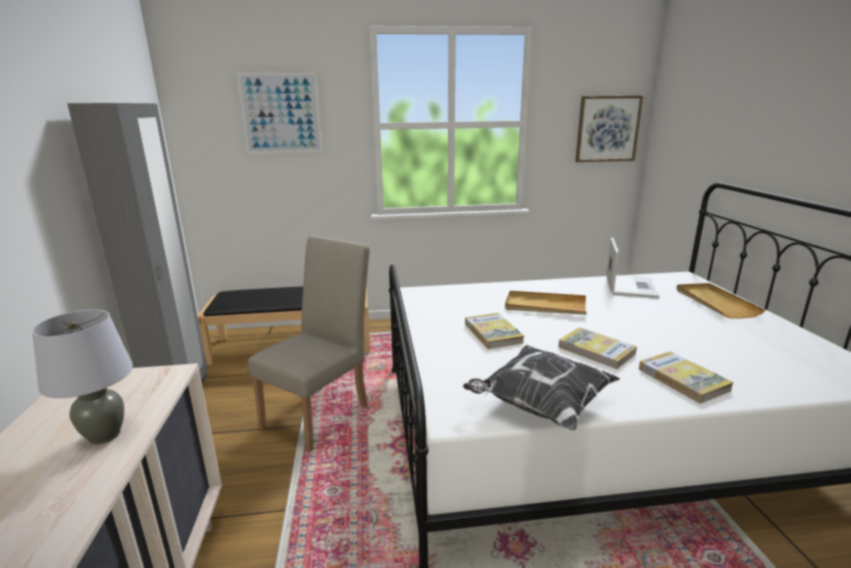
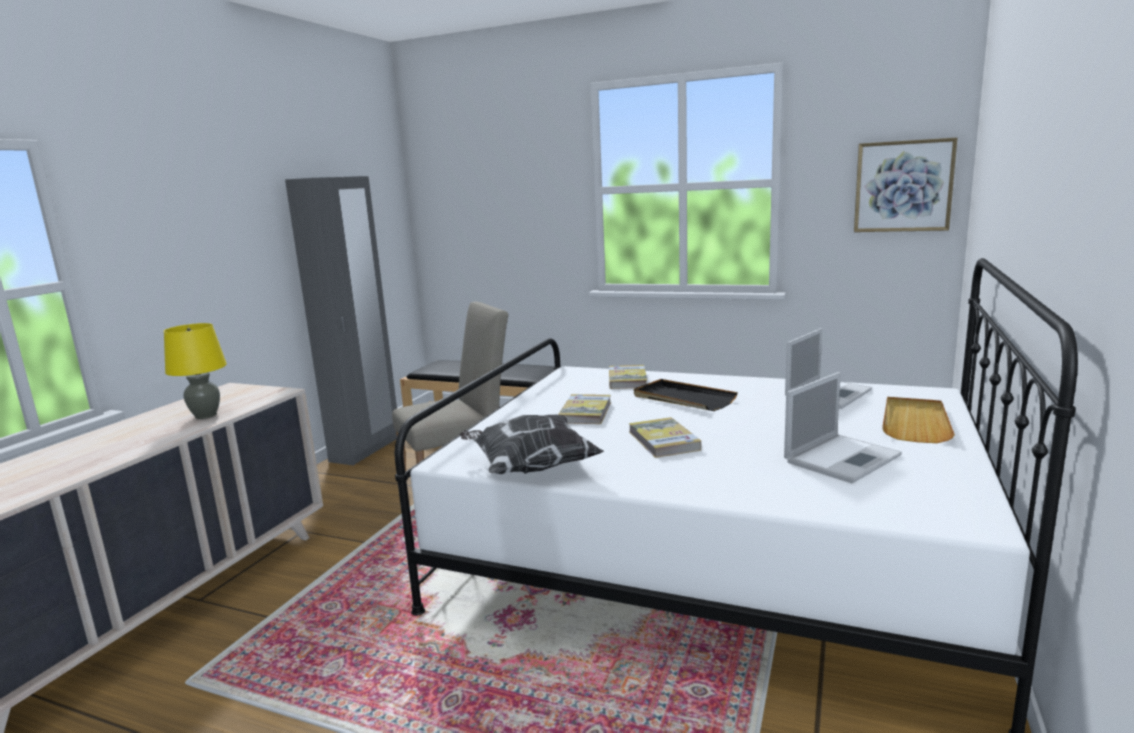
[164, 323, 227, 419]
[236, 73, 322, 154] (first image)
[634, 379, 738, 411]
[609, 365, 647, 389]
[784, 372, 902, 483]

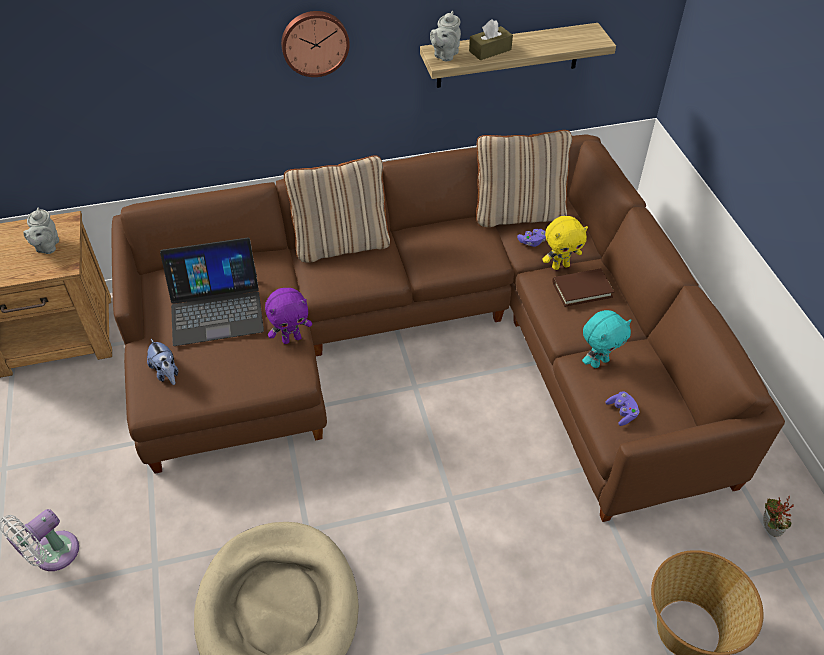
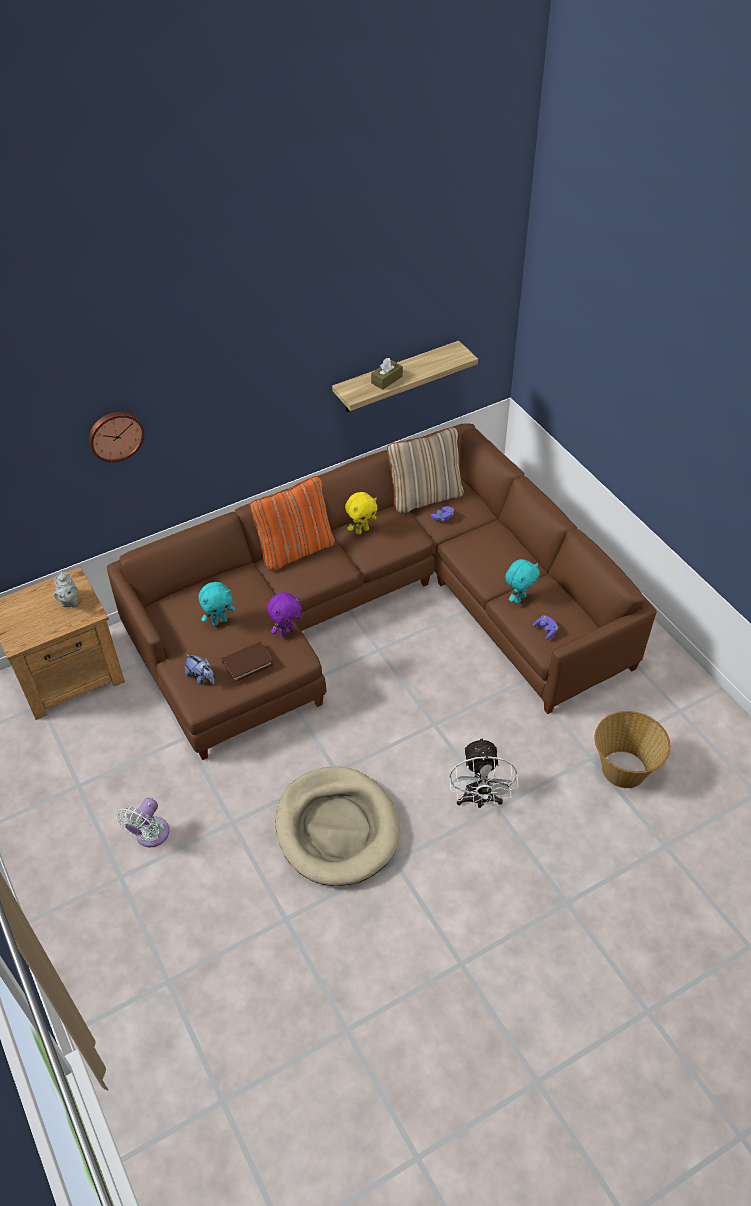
[198, 582, 235, 626]
[88, 412, 145, 463]
[250, 476, 335, 571]
[430, 11, 461, 61] (first image)
[345, 492, 378, 535]
[221, 642, 274, 682]
[763, 496, 794, 537] (first image)
[449, 737, 518, 808]

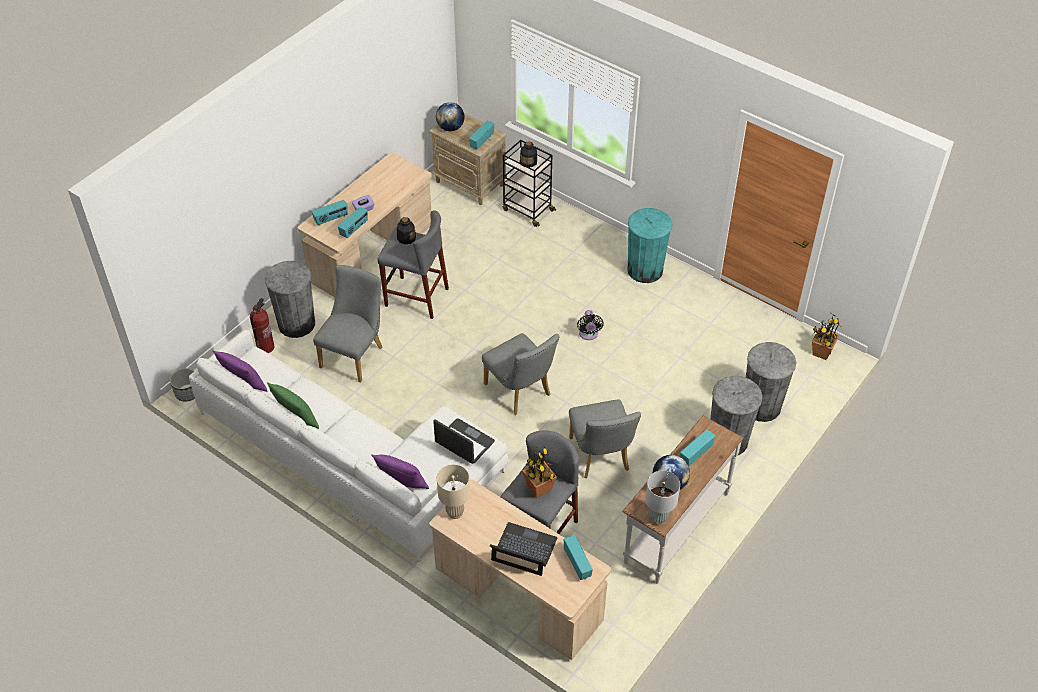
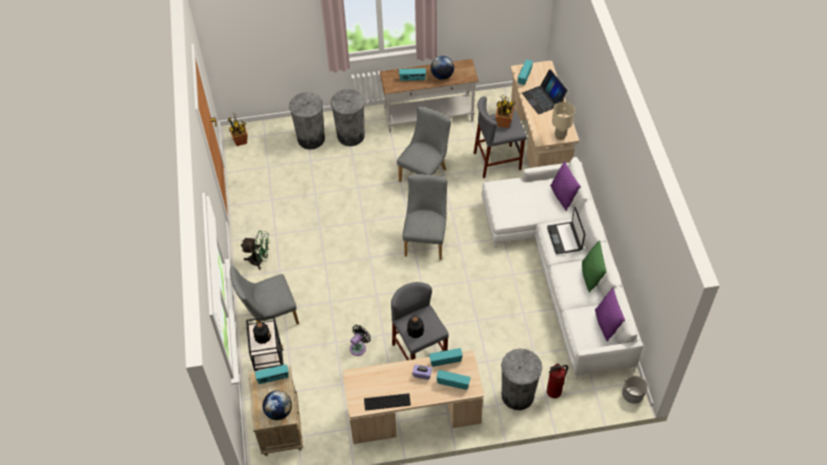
[230, 266, 299, 324]
[547, 207, 585, 254]
[350, 325, 371, 356]
[241, 231, 270, 270]
[645, 470, 680, 525] (first image)
[364, 393, 411, 411]

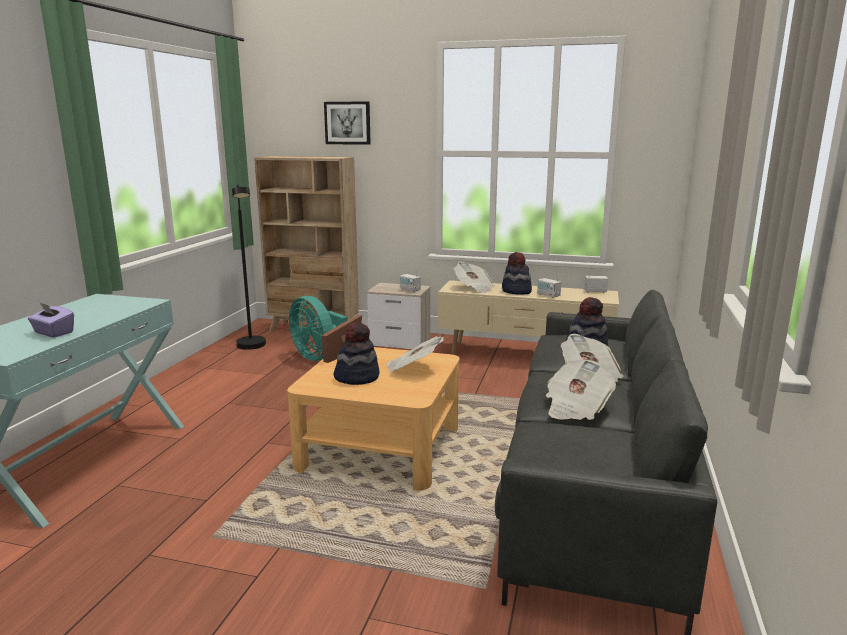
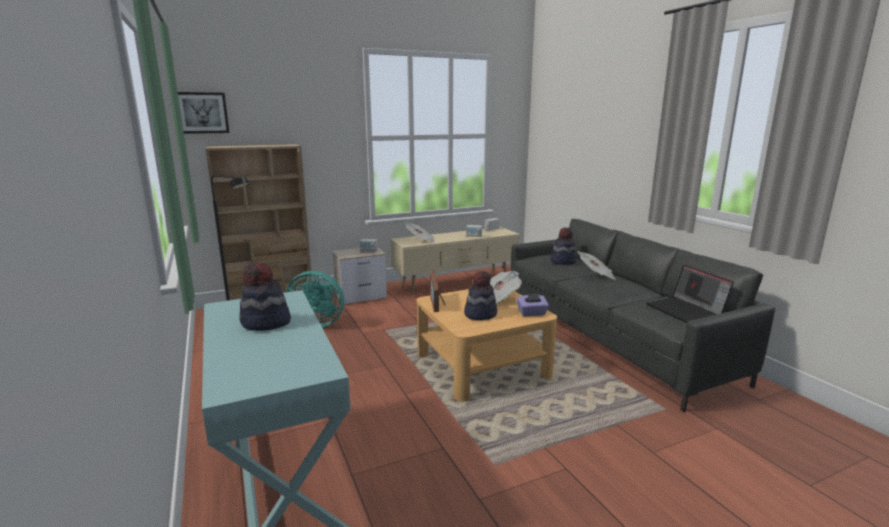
[517, 294, 549, 316]
[178, 92, 229, 134]
[240, 263, 291, 331]
[546, 360, 616, 420] (first image)
[646, 265, 734, 323]

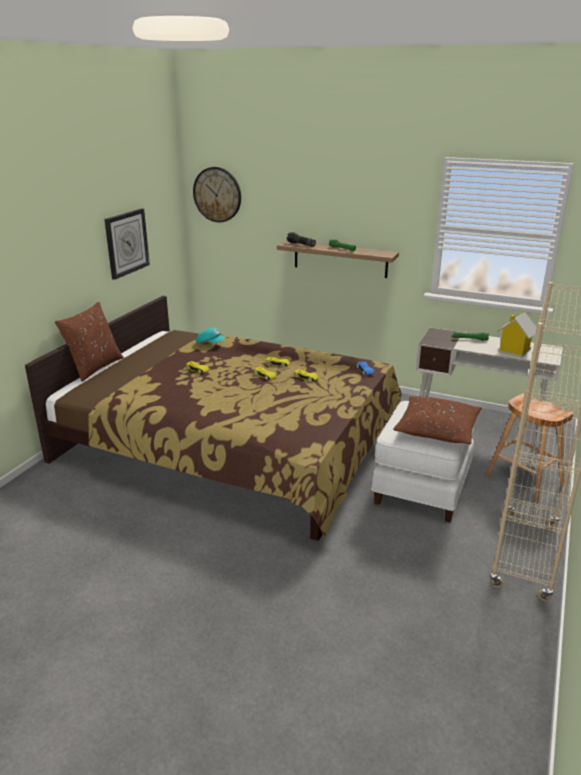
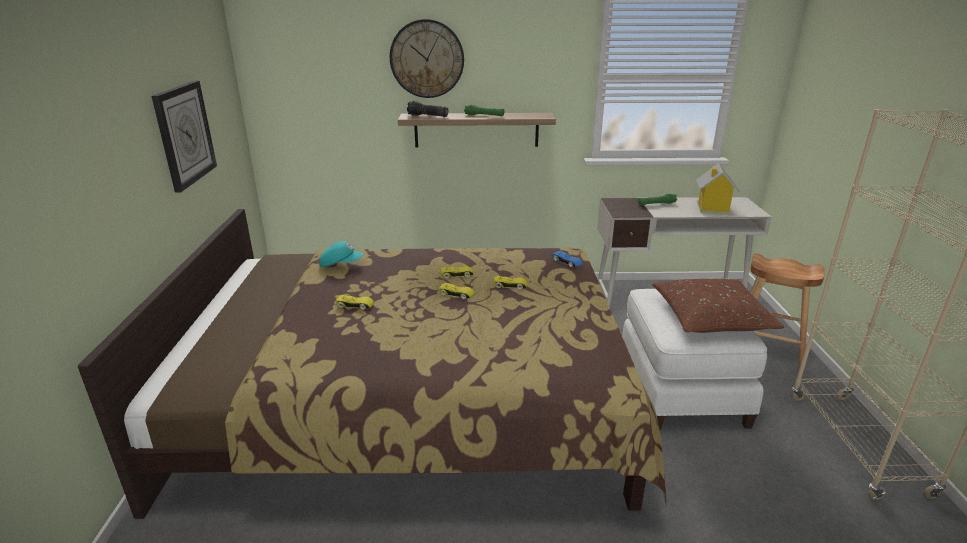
[55, 302, 124, 382] (first image)
[390, 19, 464, 98]

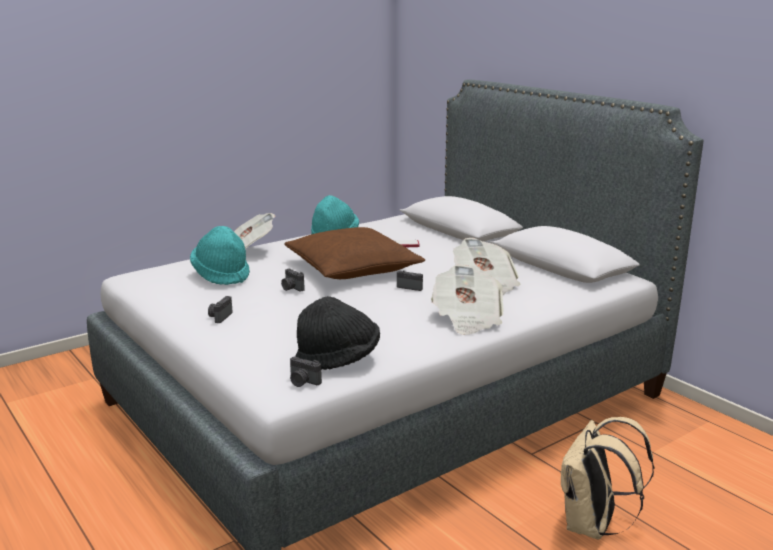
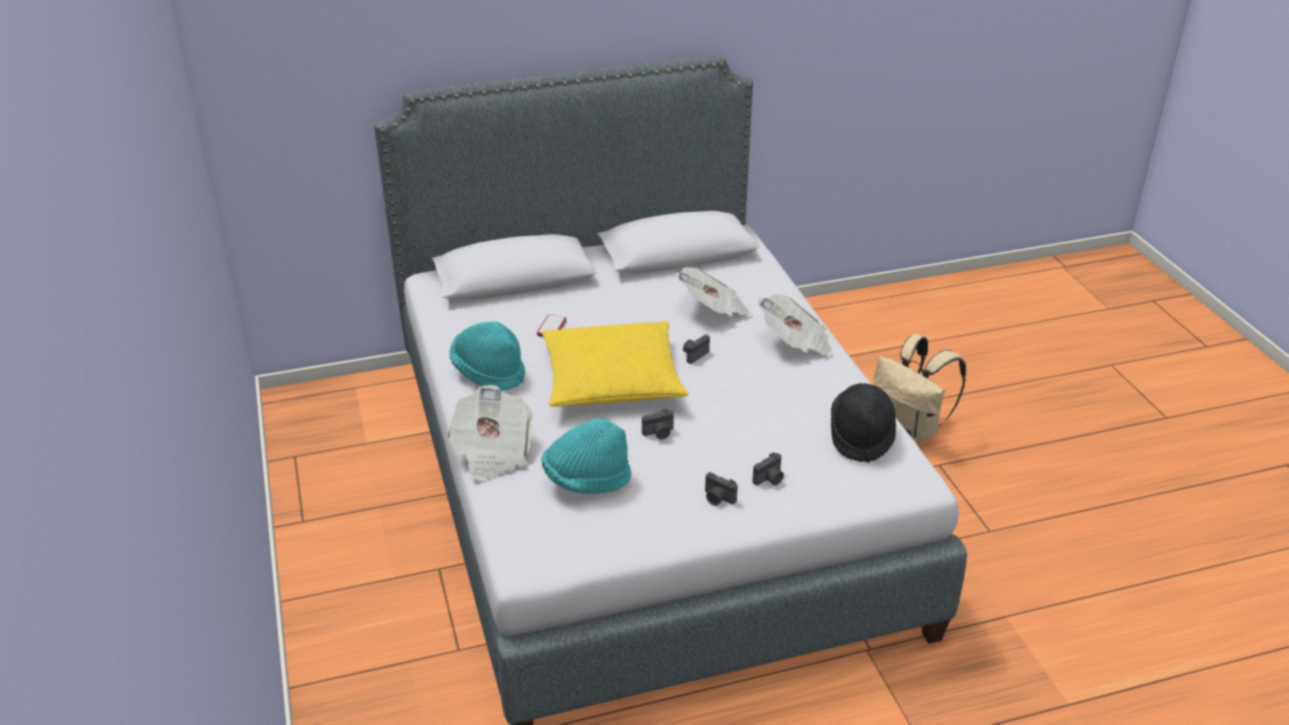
[542, 321, 689, 407]
[753, 452, 784, 485]

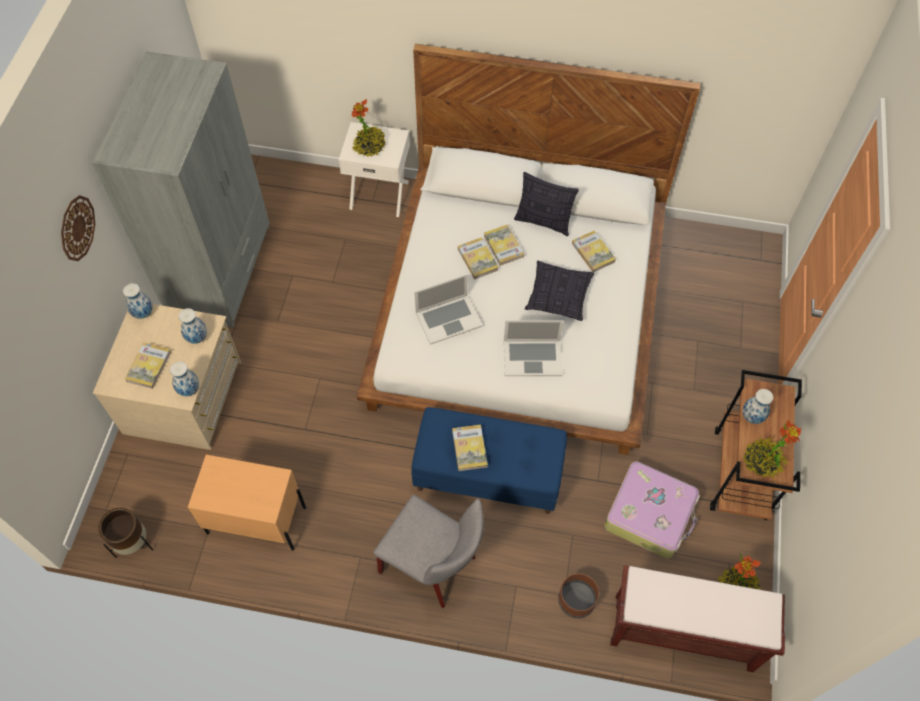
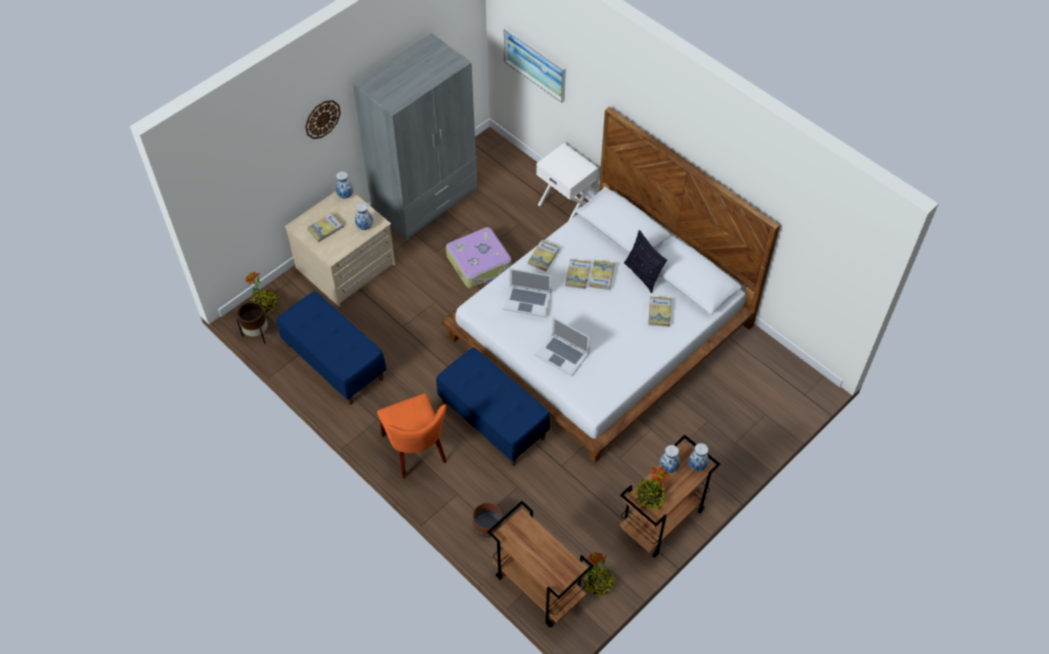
[688, 443, 709, 471]
[276, 291, 386, 405]
[245, 272, 278, 313]
[377, 393, 447, 479]
[528, 240, 560, 271]
[525, 261, 594, 321] (first image)
[446, 227, 511, 288]
[487, 501, 593, 627]
[504, 27, 566, 102]

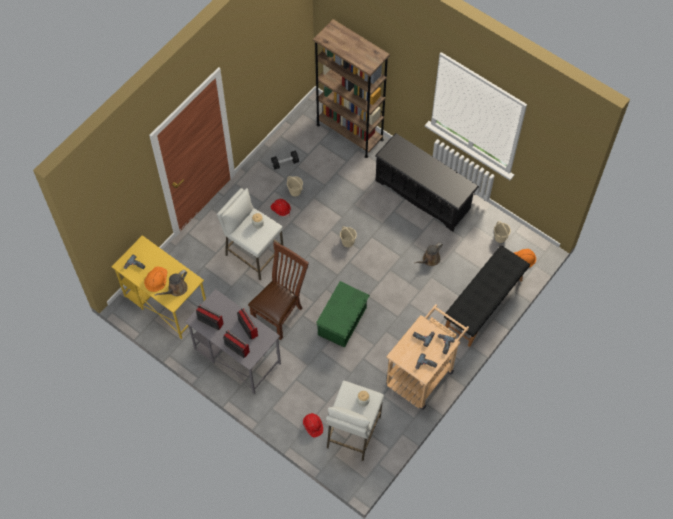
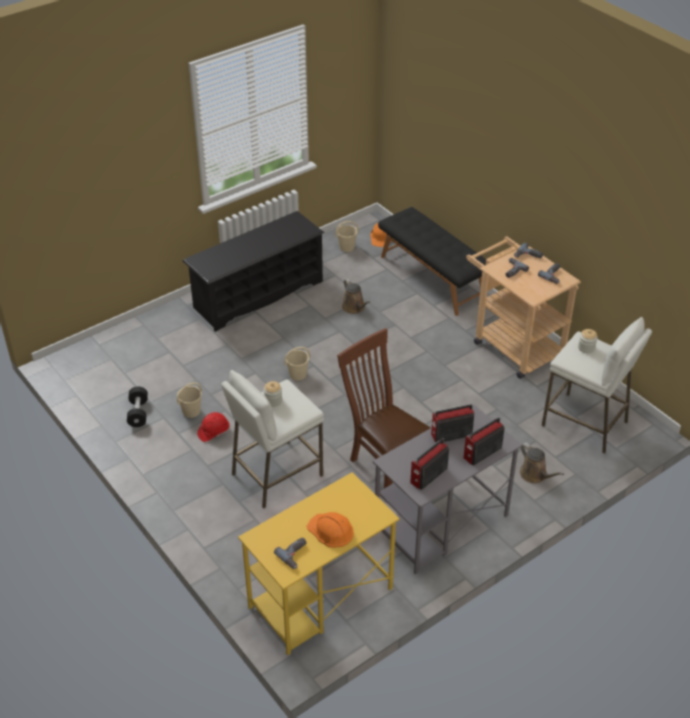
[520, 442, 564, 483]
[303, 413, 323, 437] (first image)
[313, 19, 390, 158] (first image)
[316, 281, 370, 348] (first image)

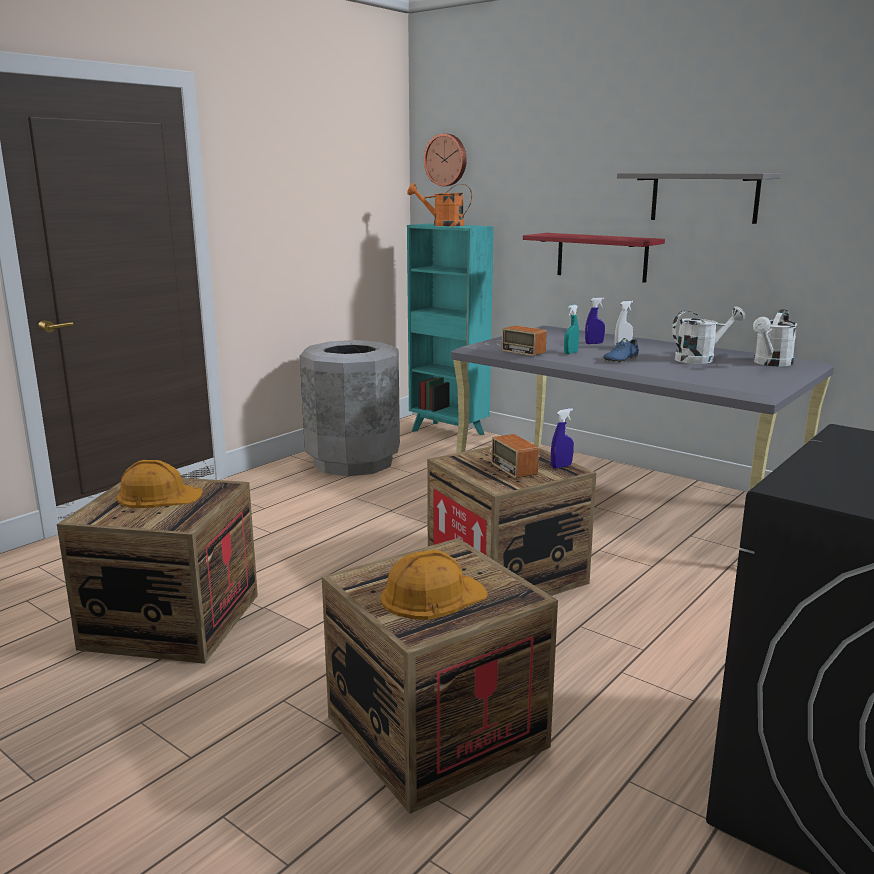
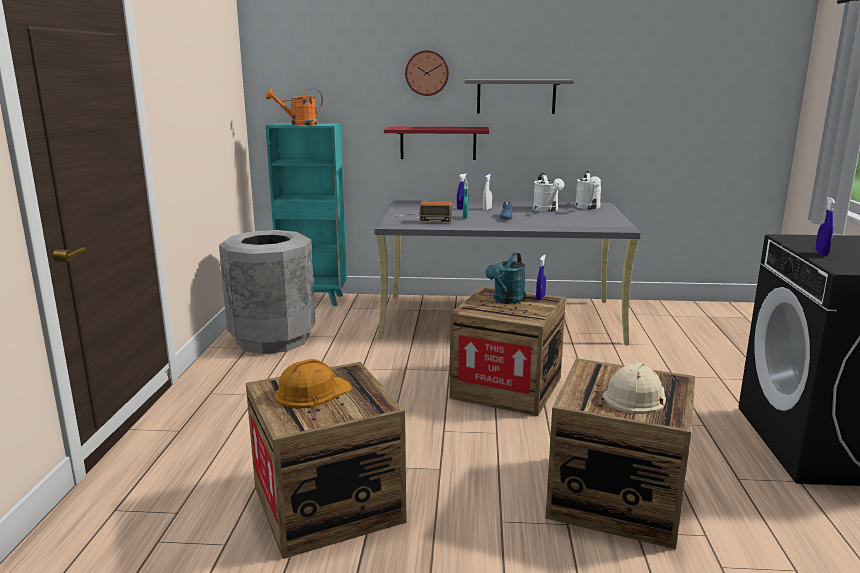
[603, 362, 666, 414]
[405, 50, 449, 96]
[485, 252, 526, 304]
[533, 173, 564, 212]
[815, 197, 835, 256]

